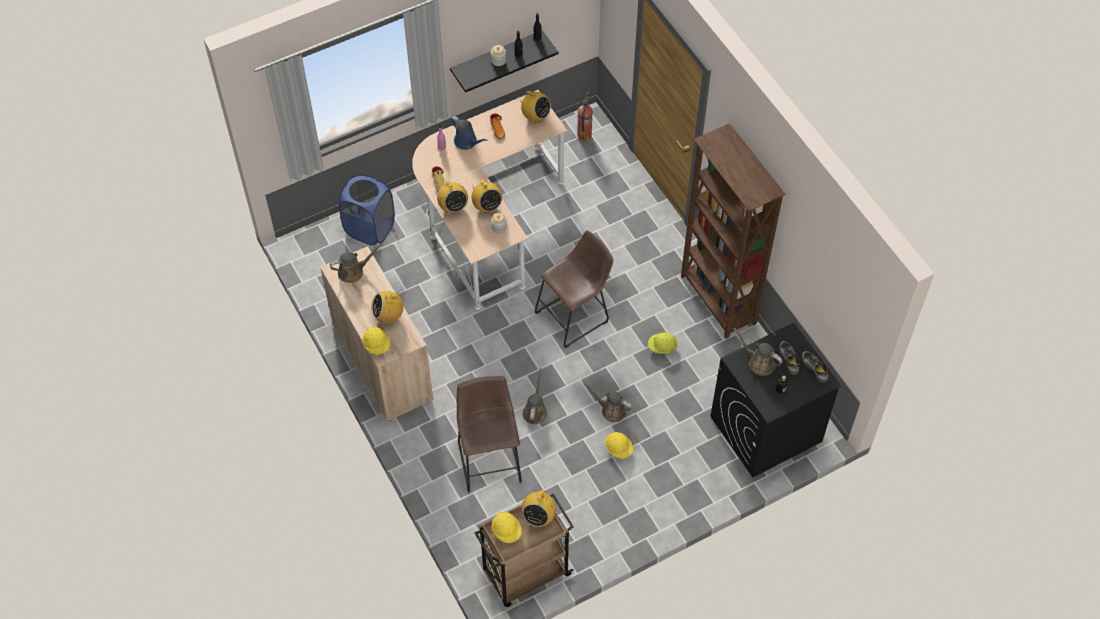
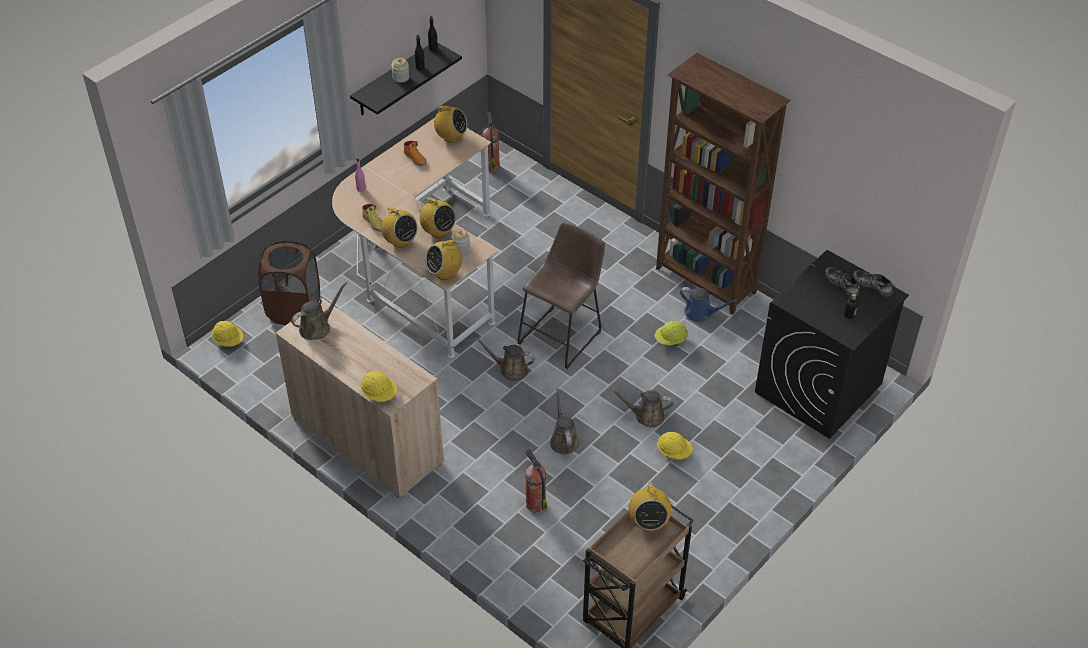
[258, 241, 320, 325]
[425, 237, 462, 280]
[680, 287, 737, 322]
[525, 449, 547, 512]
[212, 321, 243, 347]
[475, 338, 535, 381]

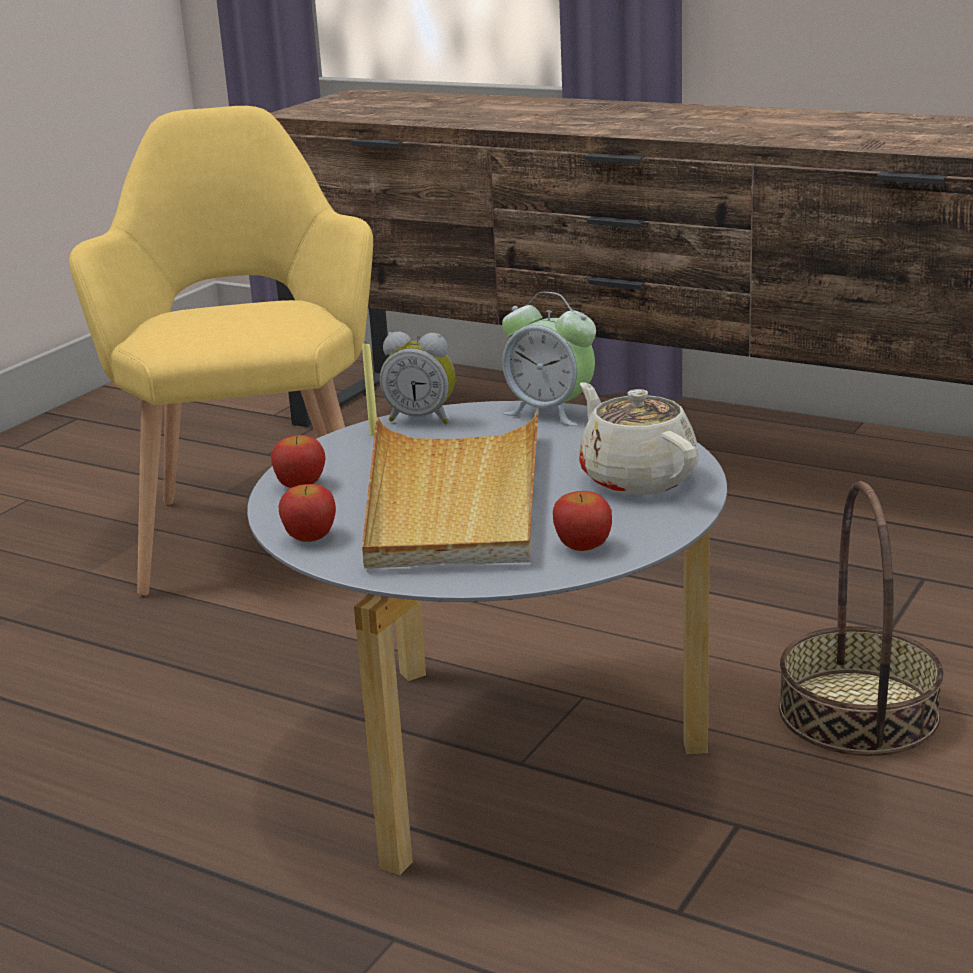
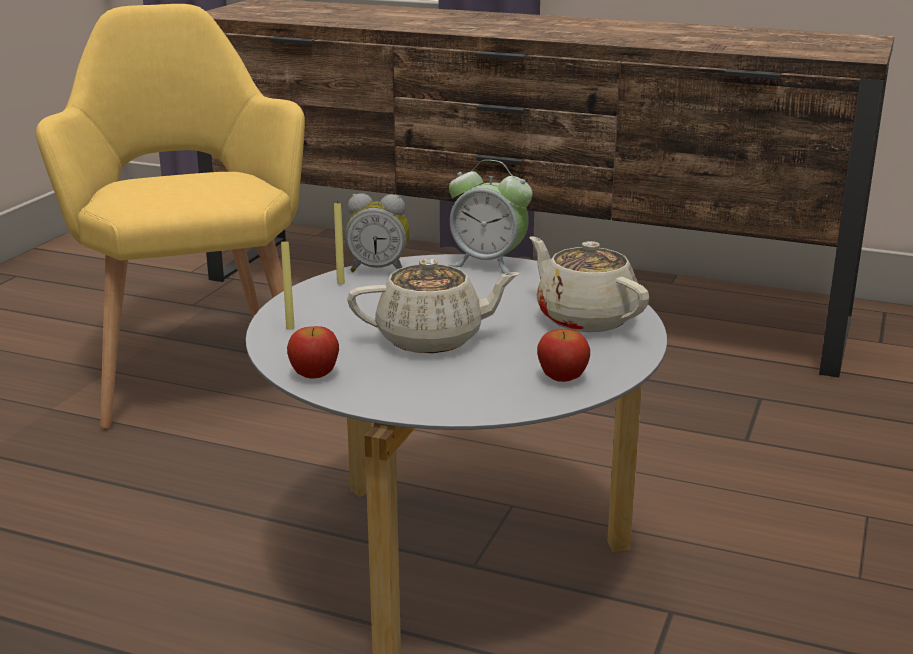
[281, 239, 295, 329]
[347, 258, 520, 353]
[779, 481, 944, 756] (first image)

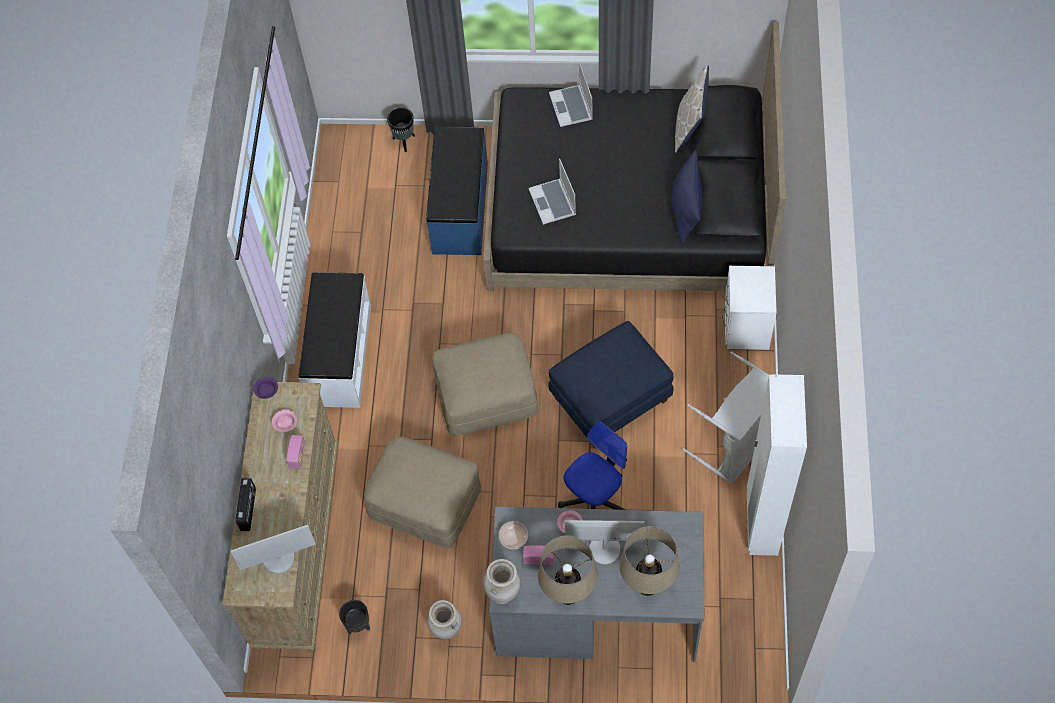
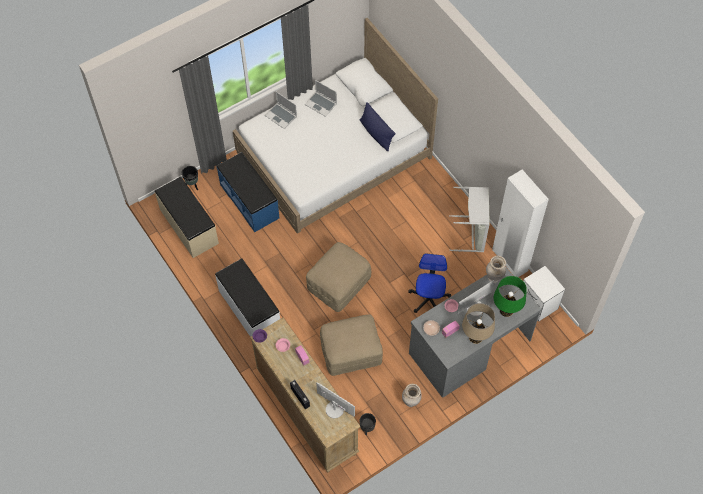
[316, 382, 355, 418]
[233, 18, 438, 234]
[486, 256, 506, 283]
[305, 80, 337, 117]
[548, 321, 674, 448] (first image)
[494, 276, 527, 317]
[675, 65, 709, 153] (first image)
[523, 266, 565, 322]
[155, 177, 219, 258]

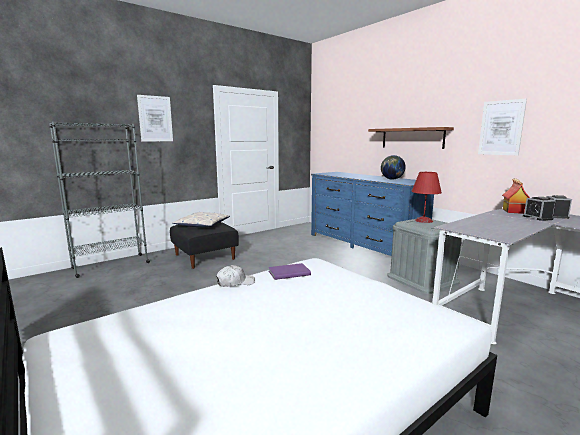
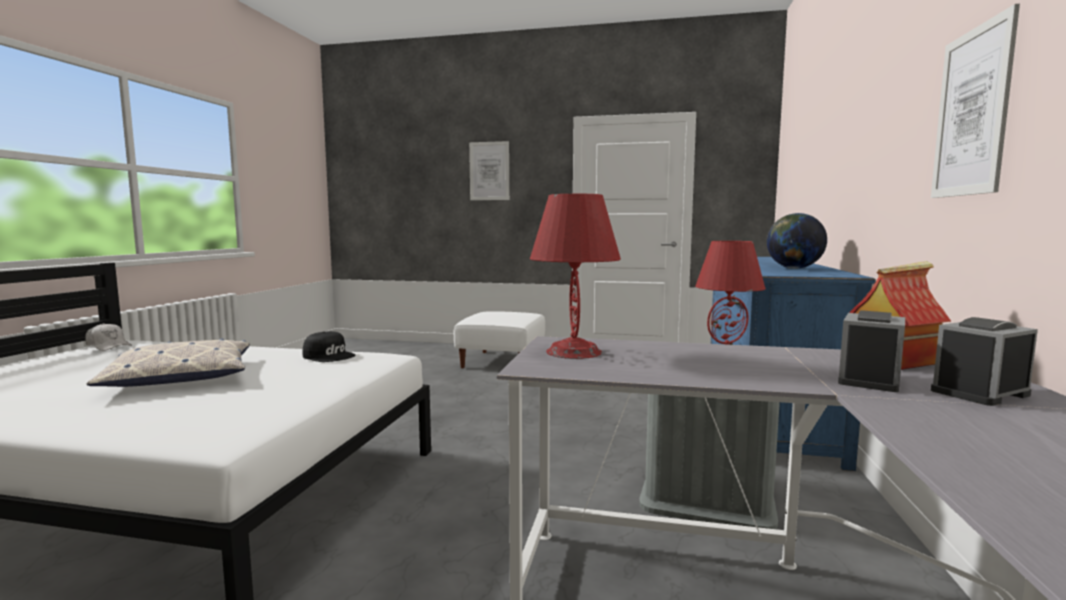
[49, 122, 150, 278] (first image)
[454, 311, 545, 368]
[86, 339, 250, 387]
[85, 323, 132, 351]
[302, 331, 355, 362]
[368, 127, 454, 149] (first image)
[530, 194, 621, 359]

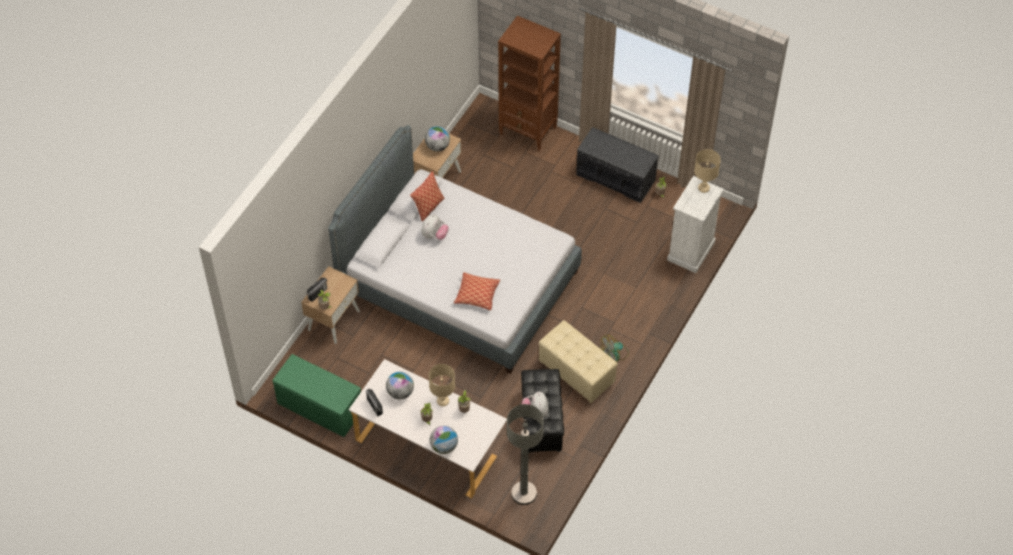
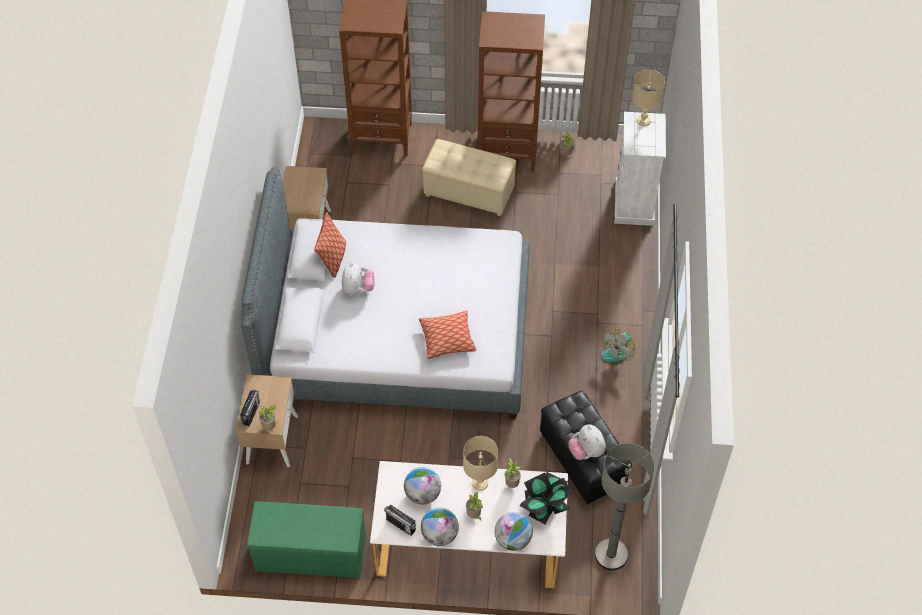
[421, 508, 459, 546]
[422, 139, 516, 217]
[477, 11, 545, 172]
[519, 472, 574, 524]

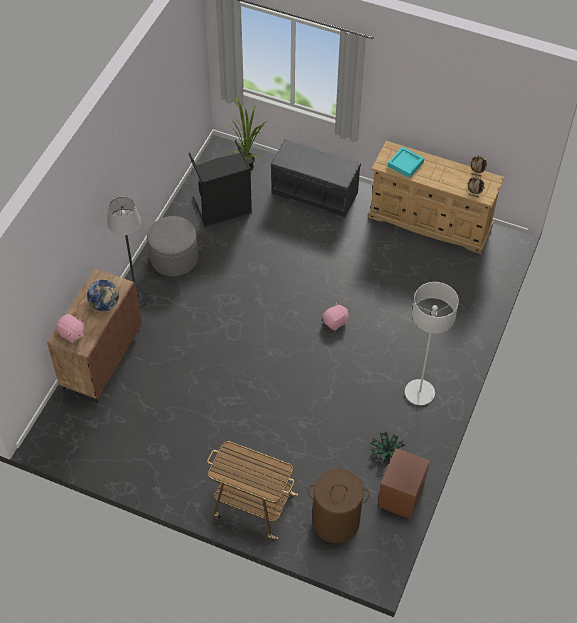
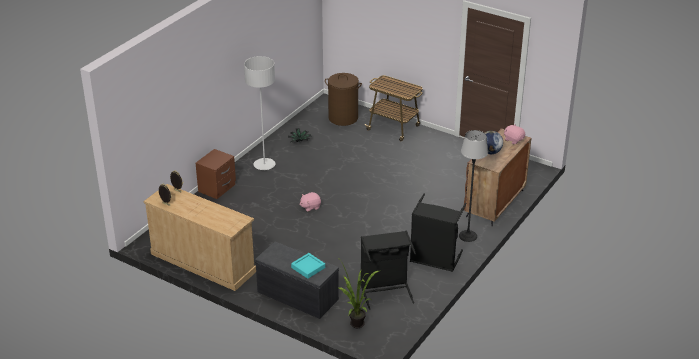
[410, 193, 467, 272]
[196, 149, 236, 199]
[291, 253, 325, 279]

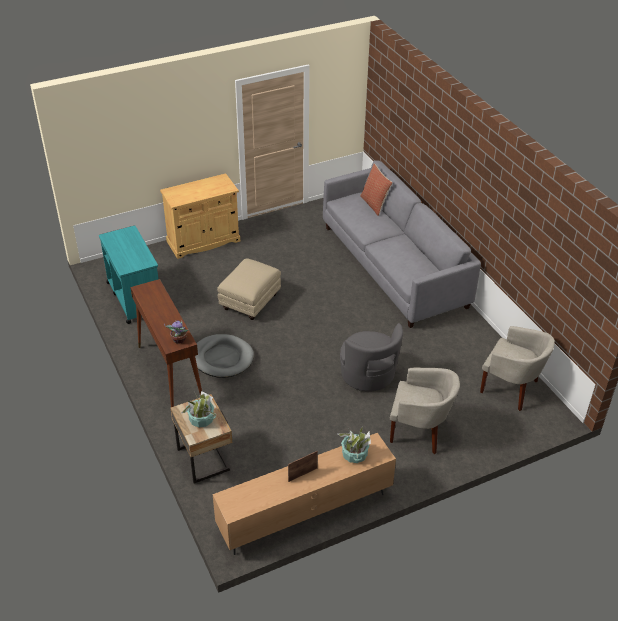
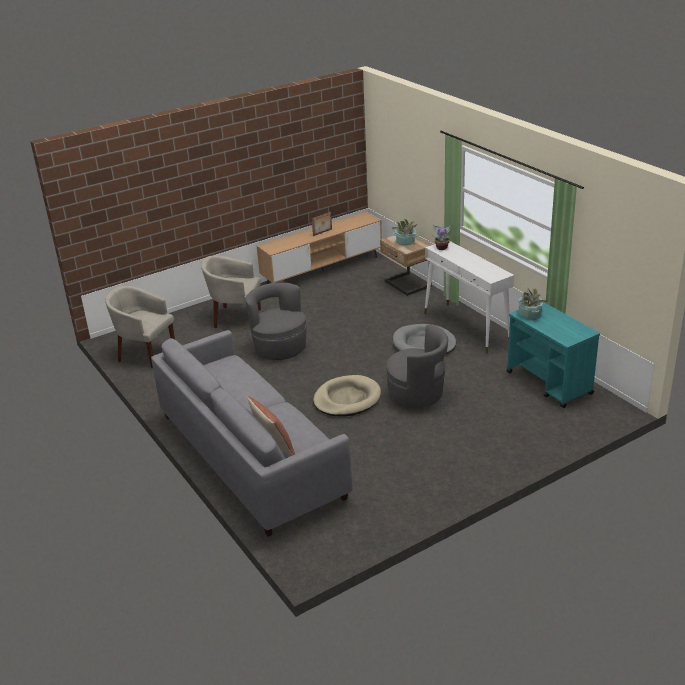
[424, 241, 514, 354]
[160, 173, 240, 259] (first image)
[386, 324, 448, 408]
[518, 287, 550, 319]
[313, 375, 381, 416]

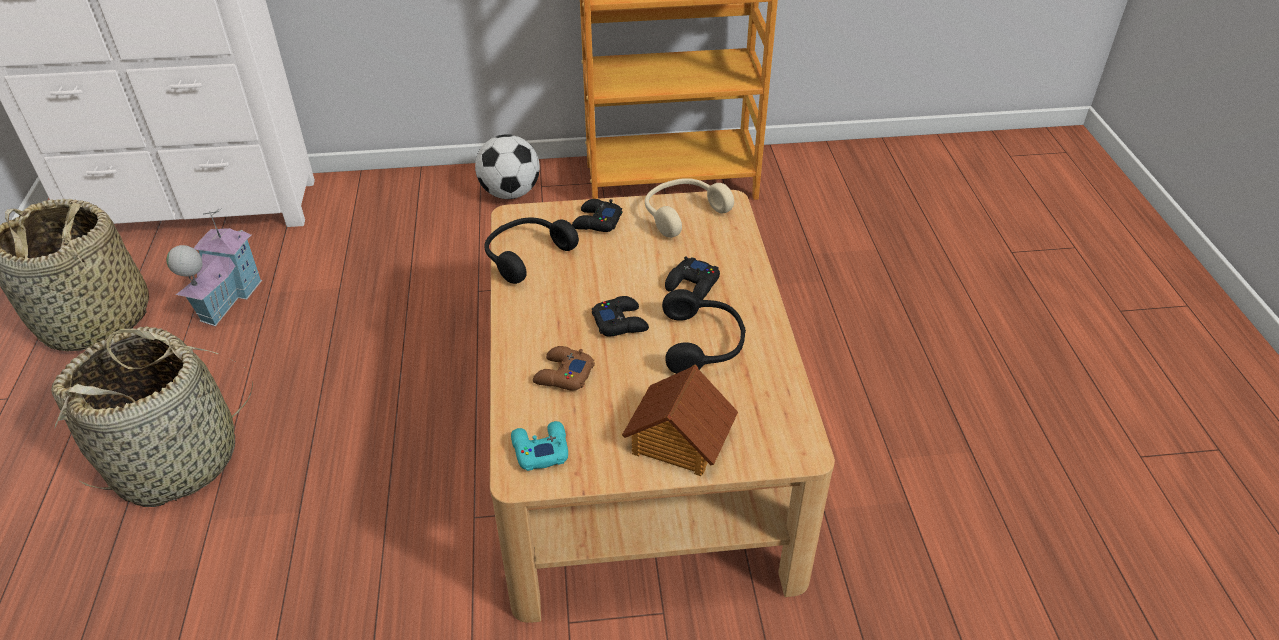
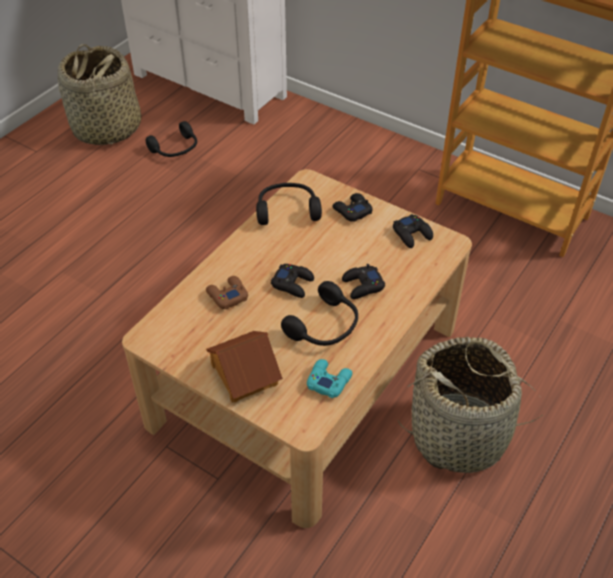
[397, 337, 543, 473]
[146, 121, 197, 157]
[475, 135, 540, 199] (first image)
[307, 359, 352, 398]
[393, 214, 433, 248]

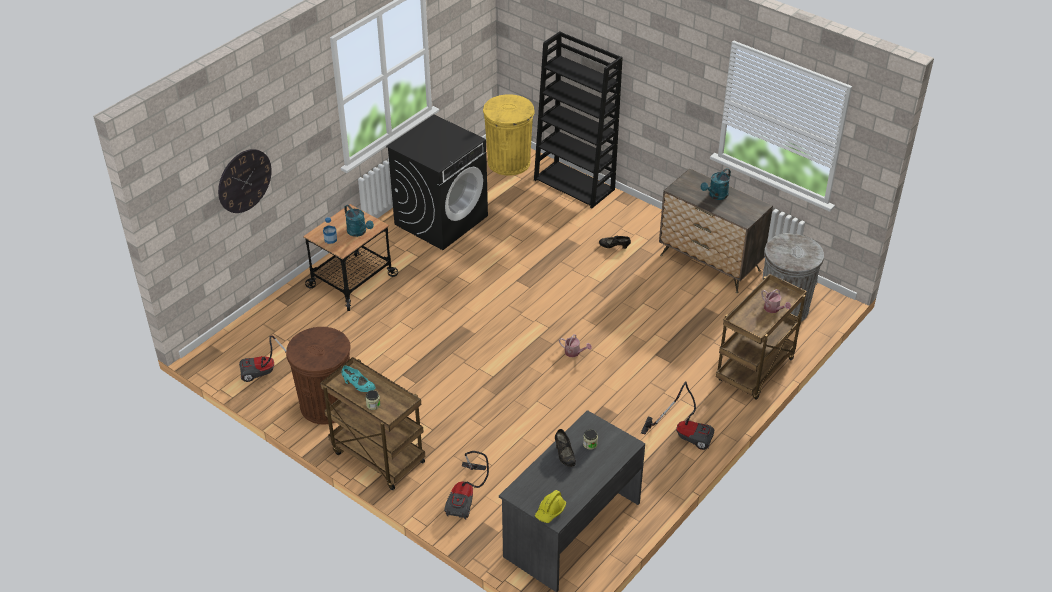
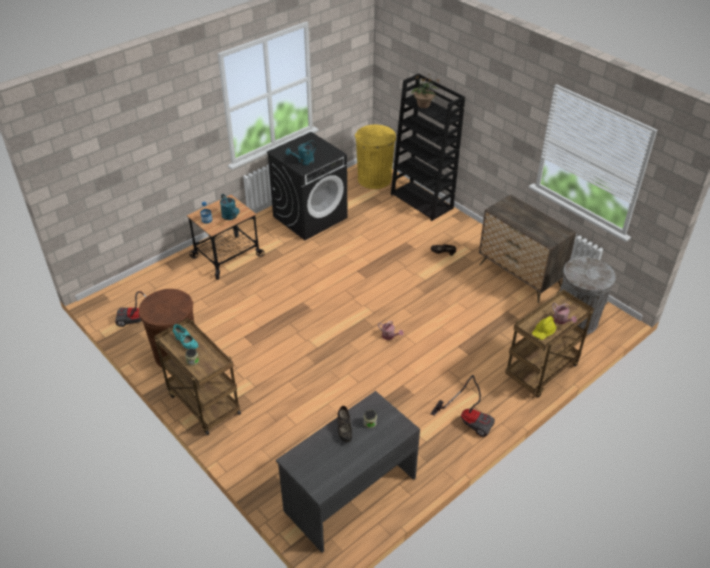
[218, 149, 272, 213] (first image)
[444, 451, 489, 519] (first image)
[532, 316, 557, 340]
[285, 140, 316, 165]
[412, 75, 439, 108]

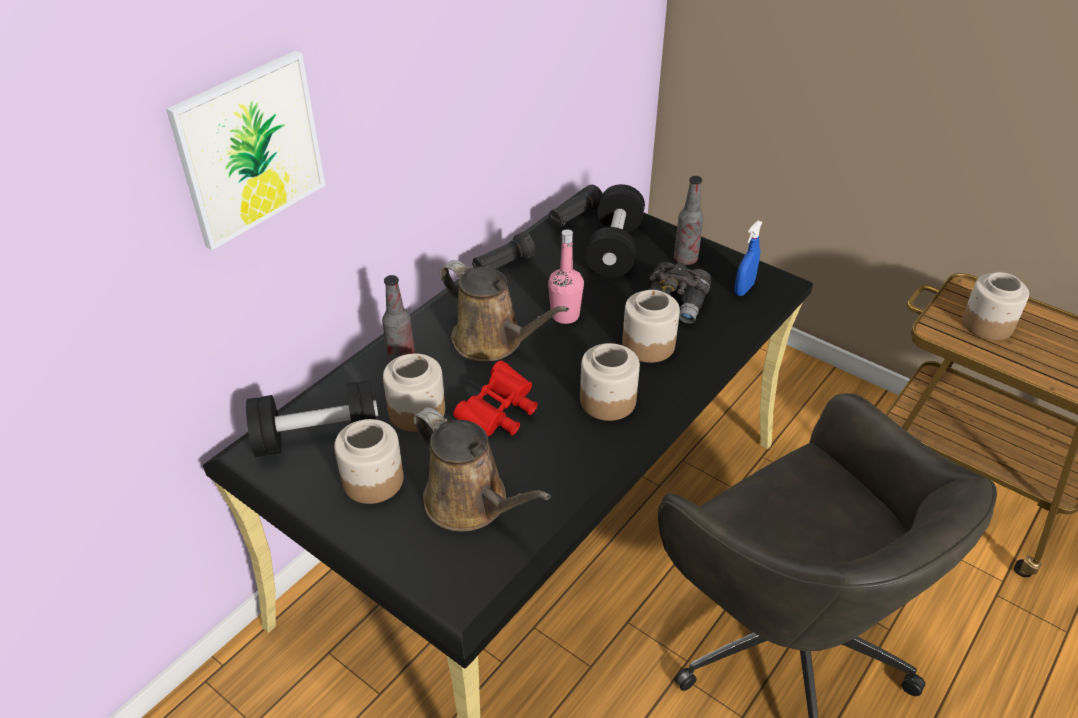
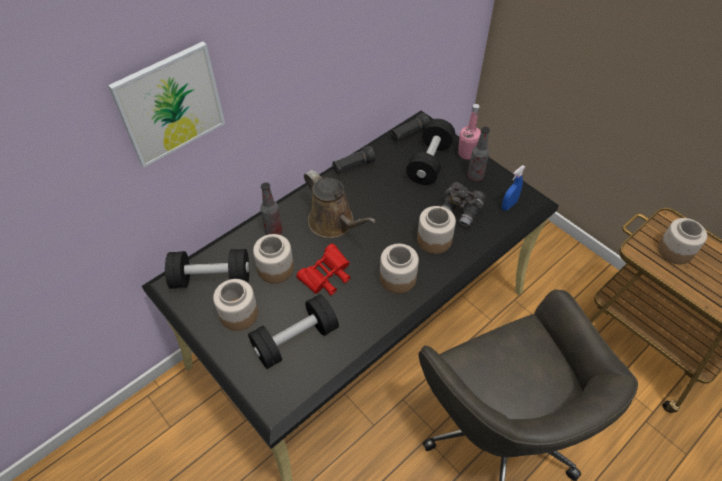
[248, 294, 339, 369]
[458, 104, 481, 160]

